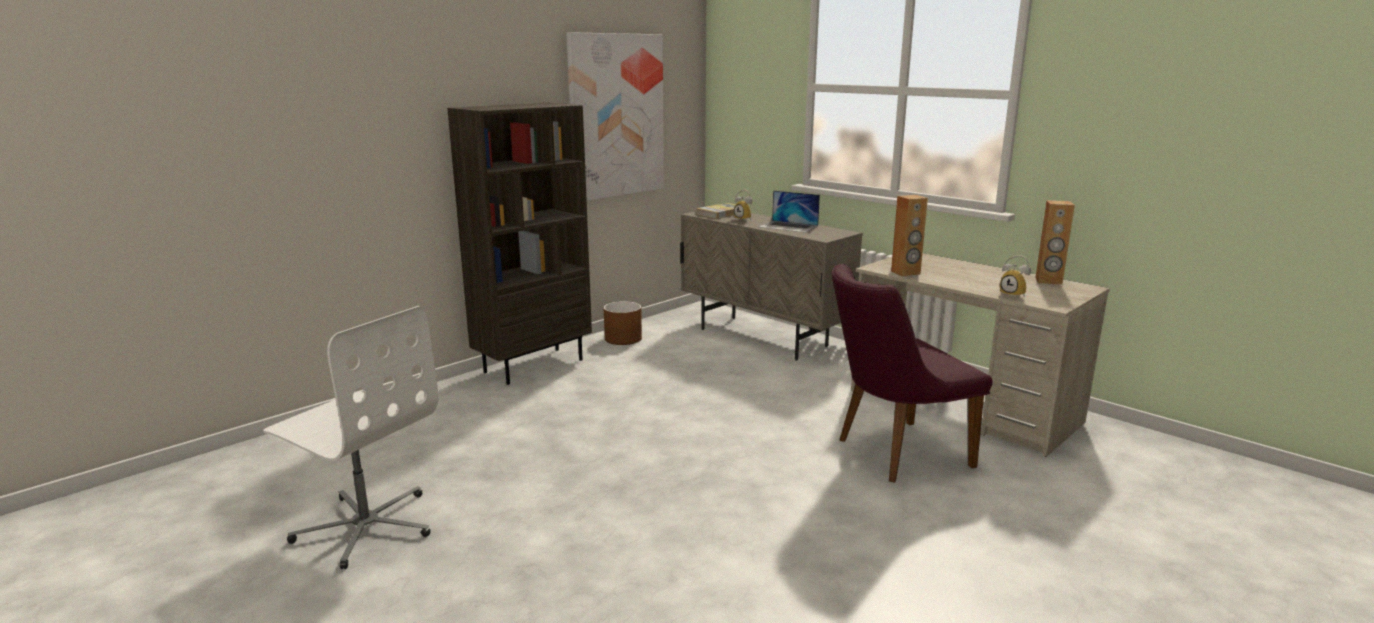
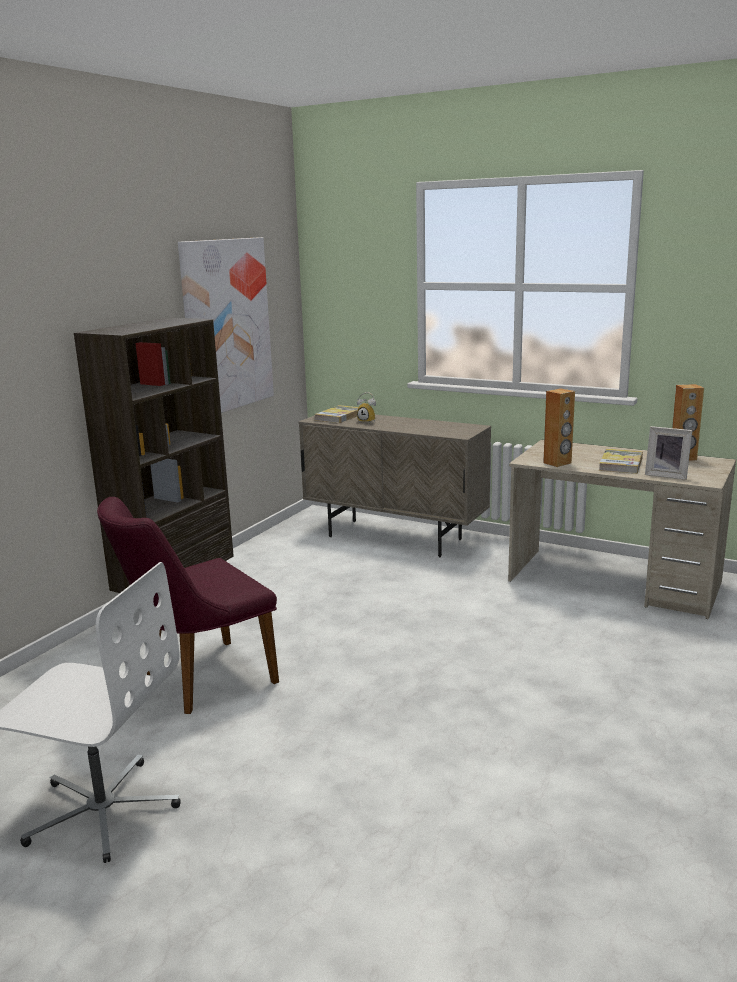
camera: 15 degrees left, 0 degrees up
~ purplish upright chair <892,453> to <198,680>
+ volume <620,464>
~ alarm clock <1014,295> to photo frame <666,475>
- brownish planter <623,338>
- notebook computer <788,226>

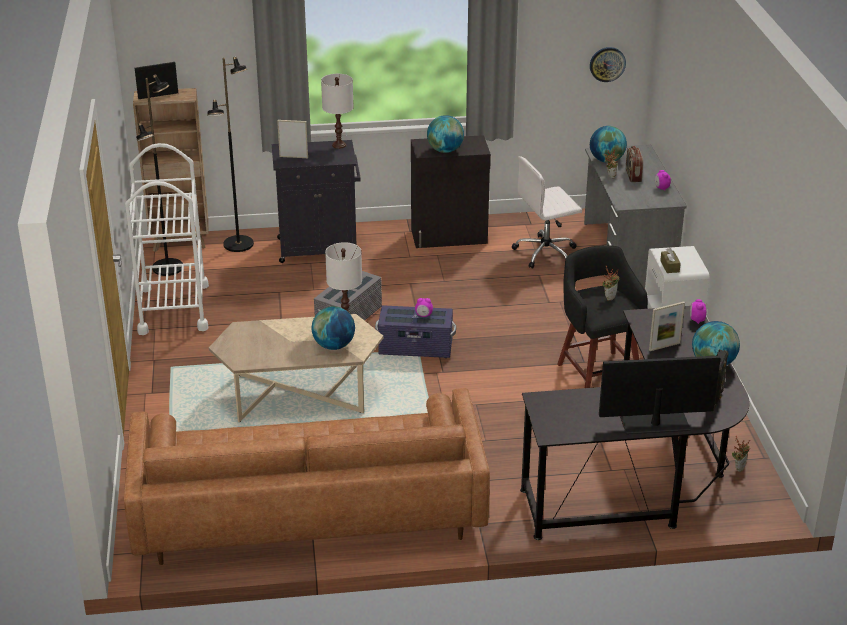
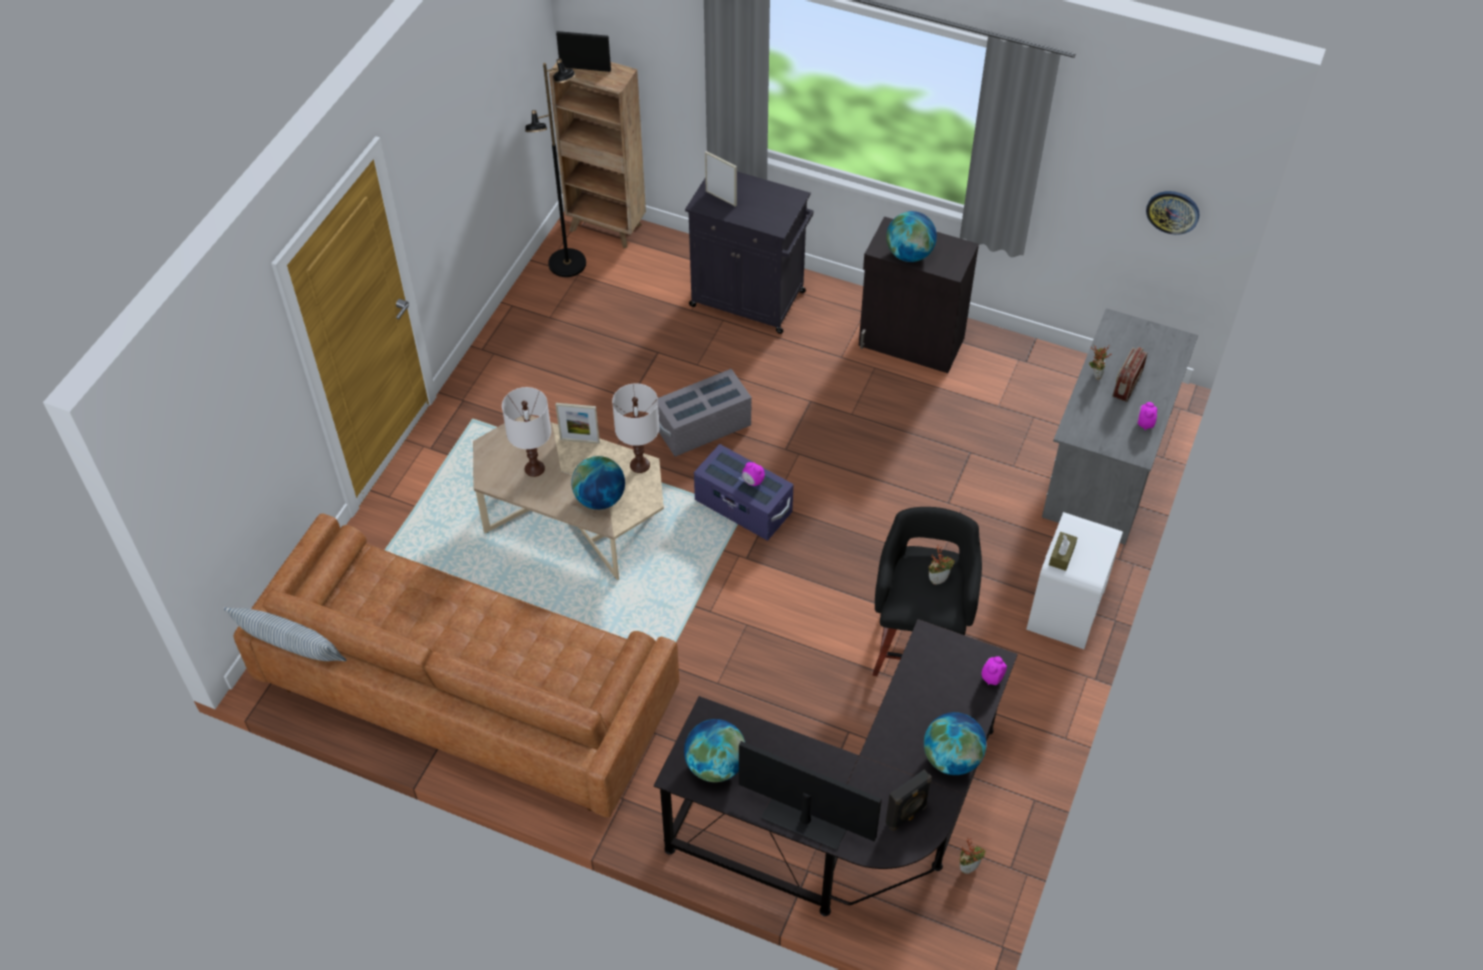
camera: 30 degrees right, 20 degrees up
+ throw pillow <291,648>
~ white-coloured lamp for a table <339,145> to <534,468>
~ photo frame <664,346> to <579,440>
~ globe <606,160> to <715,765>
- white-coloured trolley <173,309>
- black standing lamp <239,244>
- white-coloured computer chair <546,253>

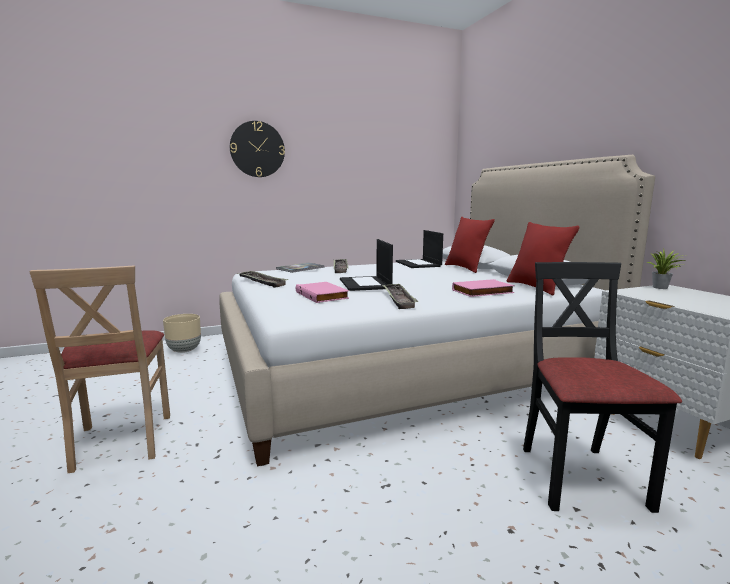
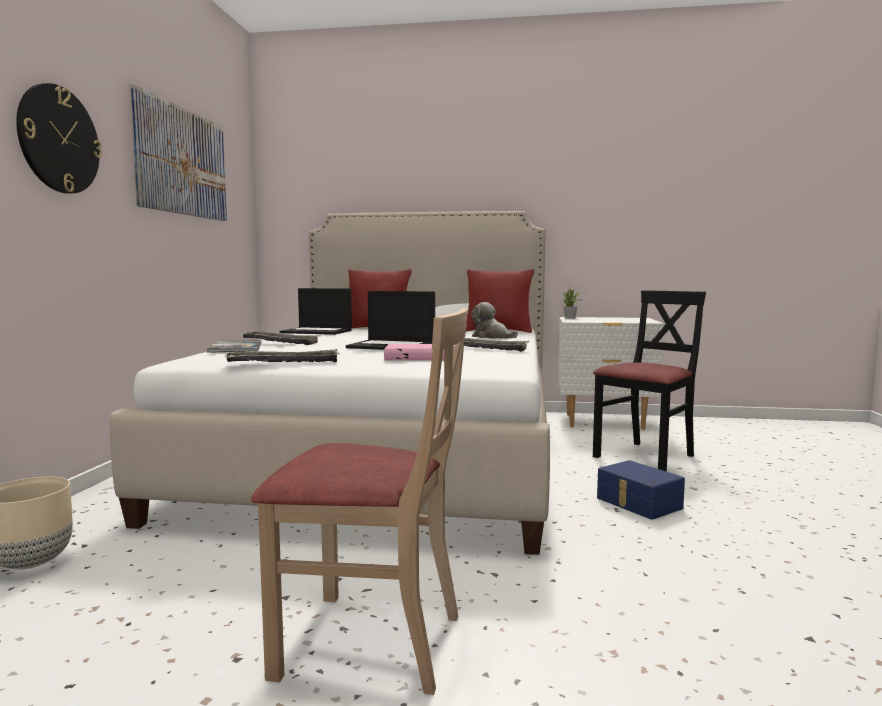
camera: 60 degrees left, 5 degrees down
+ wall picture <182,161>
~ pink volume <483,292> to plush toy <492,337>
~ black upright chair <580,477> = <645,457> 105 degrees clockwise
+ bluish storage bin <638,503>

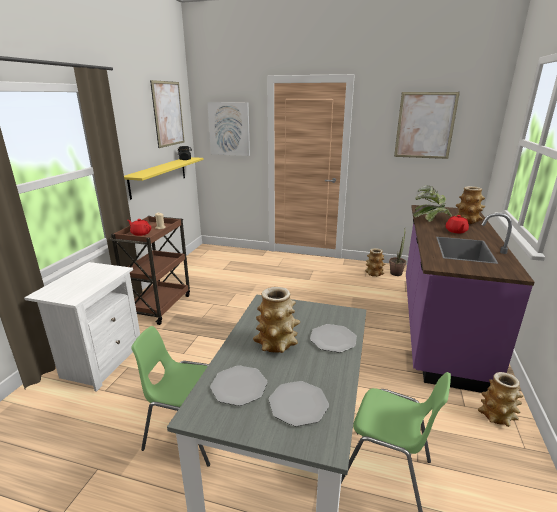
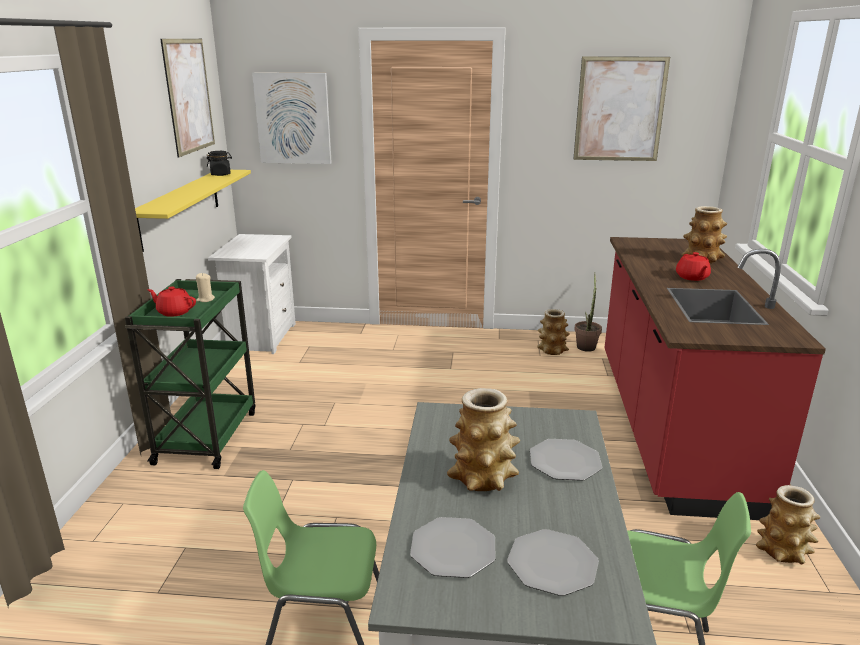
camera: 10 degrees left, 0 degrees up
~ brownish trolley <160,305> to green trolley <207,435>
~ white-coloured bedside table <101,362> to <261,337>
~ purplish kitchen counter <438,326> to reddish kitchen counter <670,426>
- houseplant <430,220>

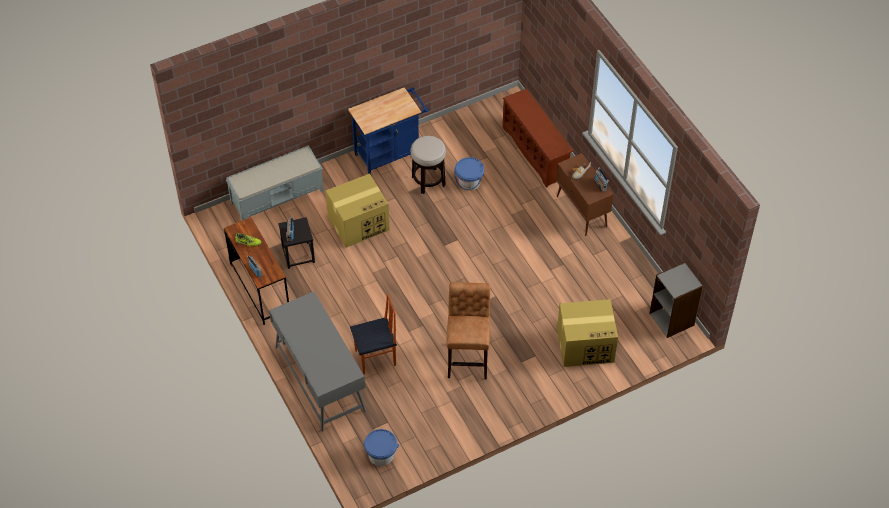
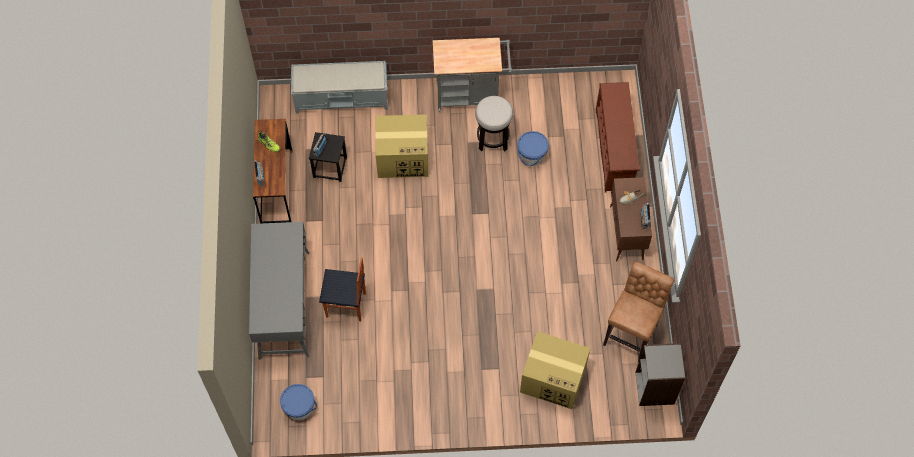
camera: 25 degrees right, 10 degrees up
~ bluish trolley <390,154> to greyish trolley <471,95>
~ brownish stool seat <468,358> to <632,333>

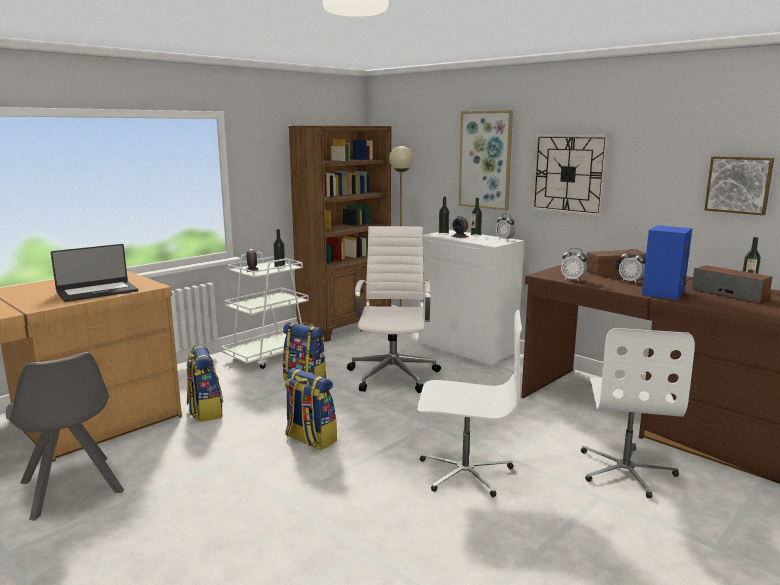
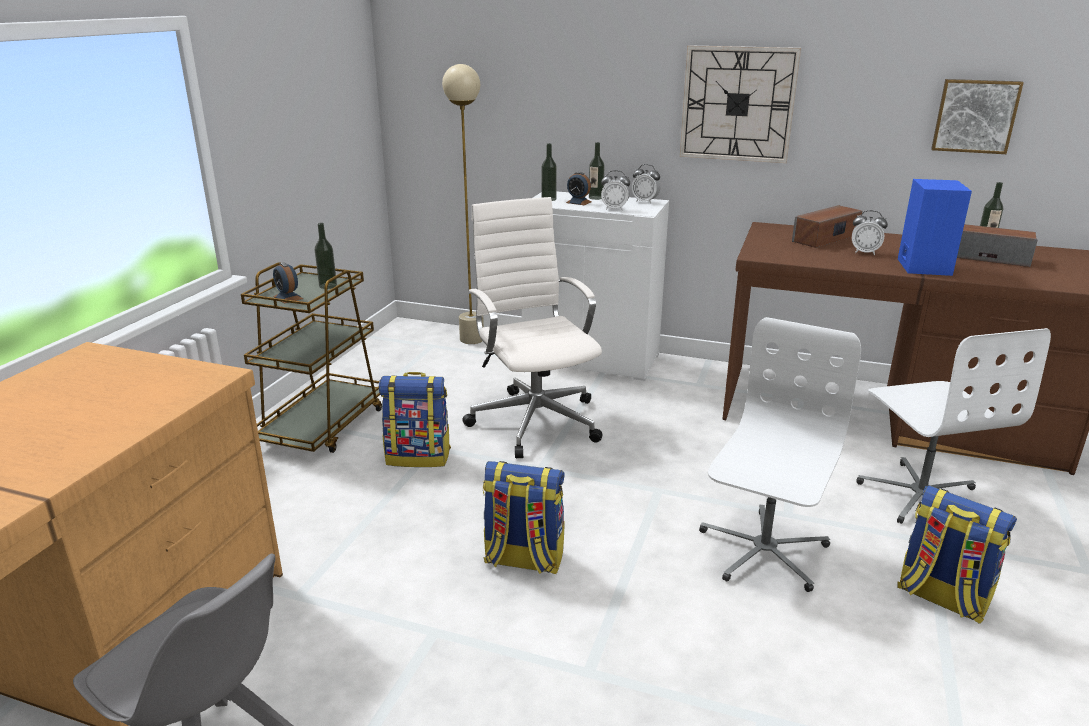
camera: 25 degrees left, 10 degrees up
~ white-coloured trolley <270,355> to brownish trolley <323,426>
~ alarm clock <573,279> to <614,209>
~ white-coloured computer chair <464,471> = <762,551> 45 degrees counterclockwise
~ backpack <205,411> to <941,597>
- notebook computer <97,292>
- brownish bookcase <346,327>
- wall picture <485,160>

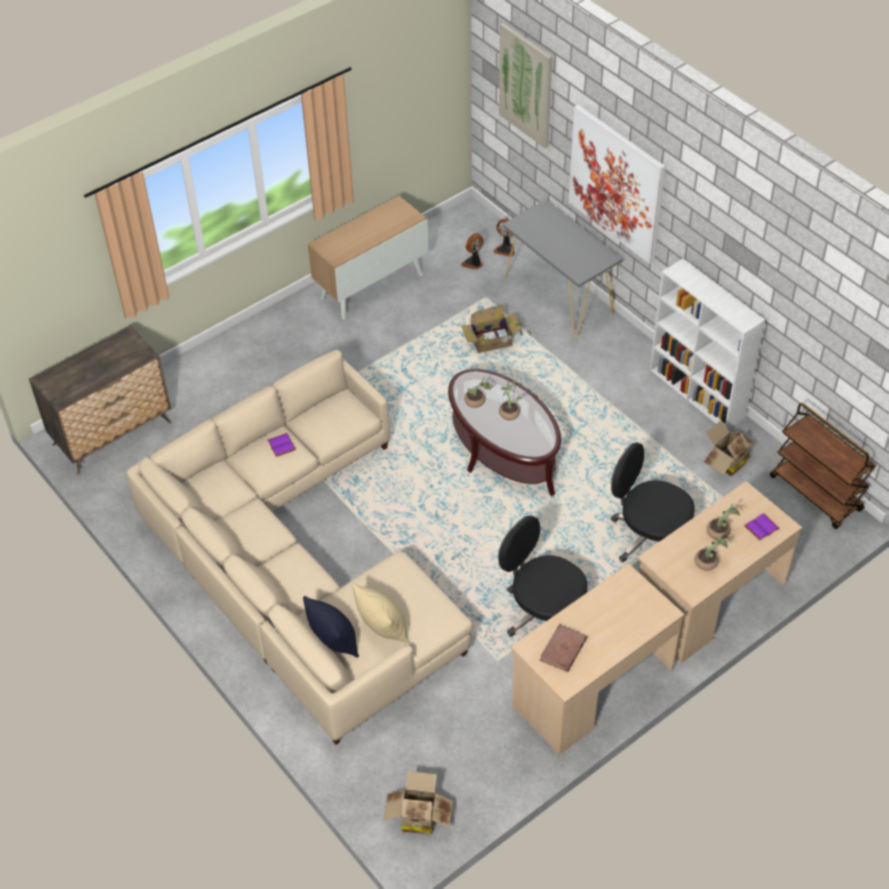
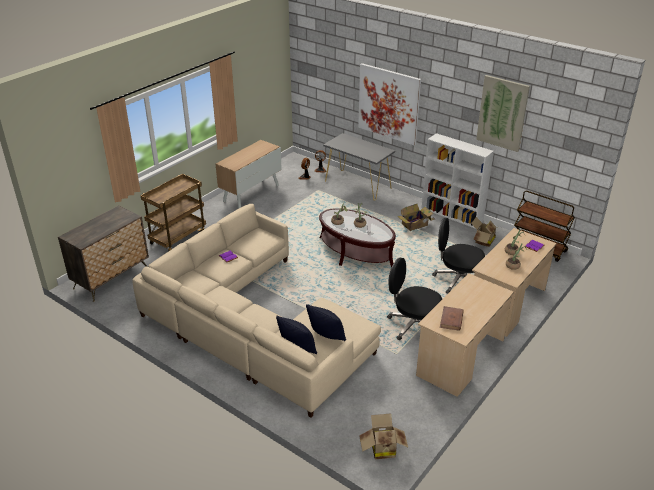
camera: 15 degrees left, 15 degrees down
+ brownish trolley <178,237>
~ beige-coloured throw pillow <382,628> to black throw pillow <326,336>
~ cardboard box <493,341> to <415,224>
~ wall picture <526,85> to <502,113>

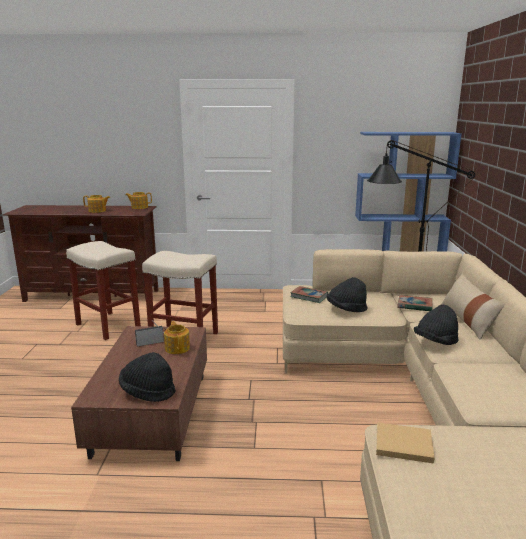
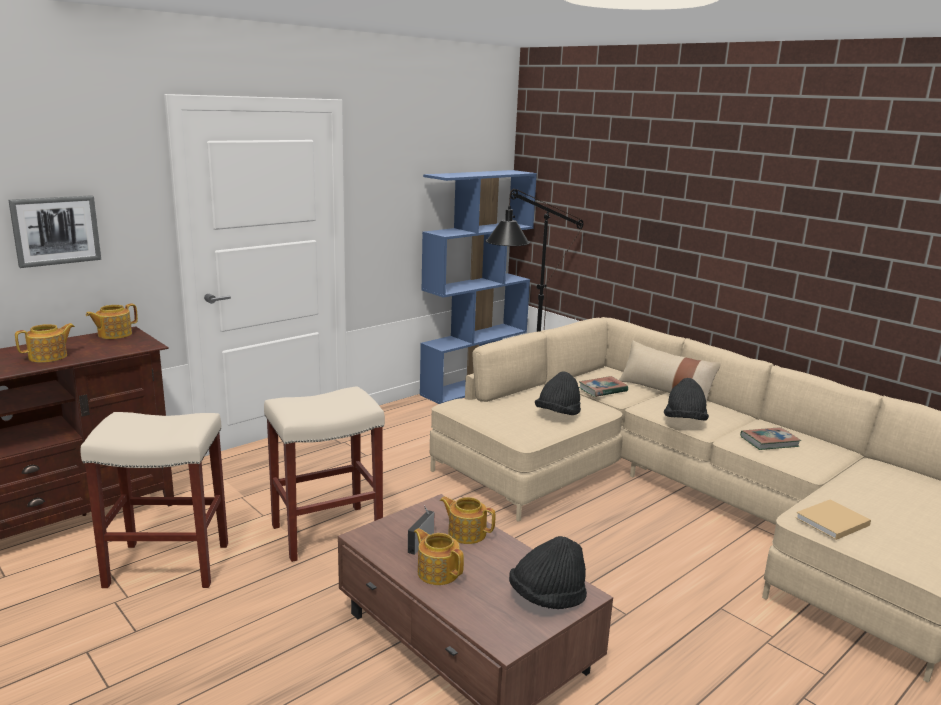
camera: 45 degrees left, 0 degrees up
+ wall picture <56,230>
+ tea pot <437,572>
~ volume <309,296> to <769,442>

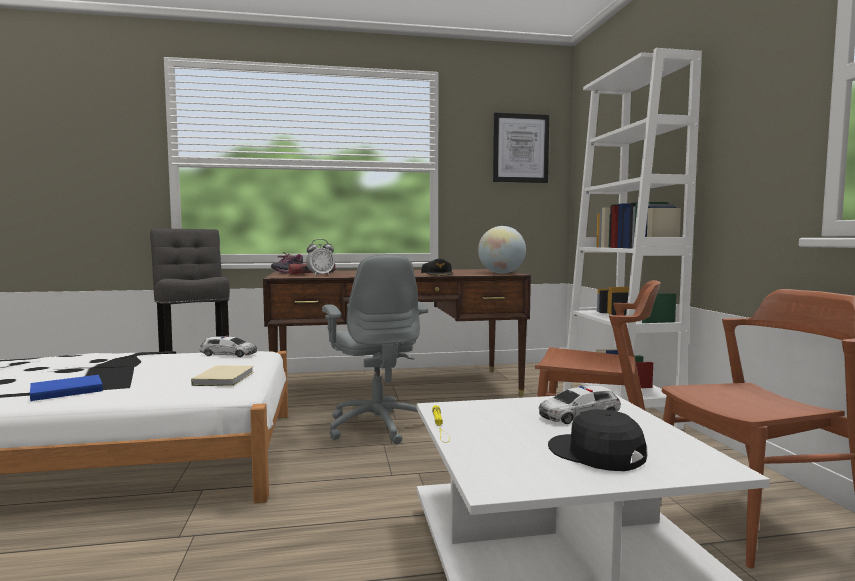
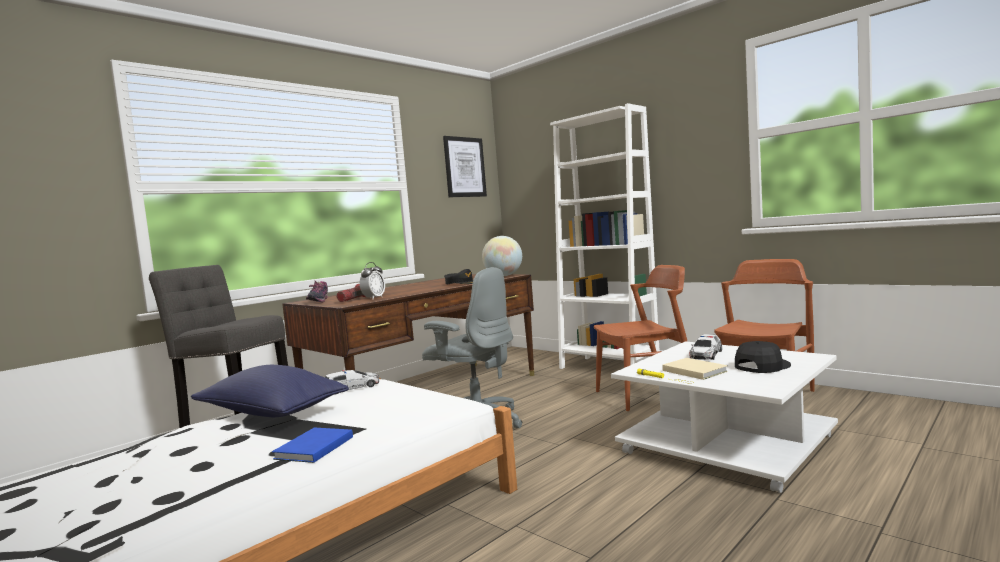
camera: 35 degrees left, 0 degrees up
+ bluish throw pillow <271,413>
~ beige-coloured volume <225,378> to <693,370>
~ black peaked cap <596,453> = <762,366> 135 degrees clockwise

